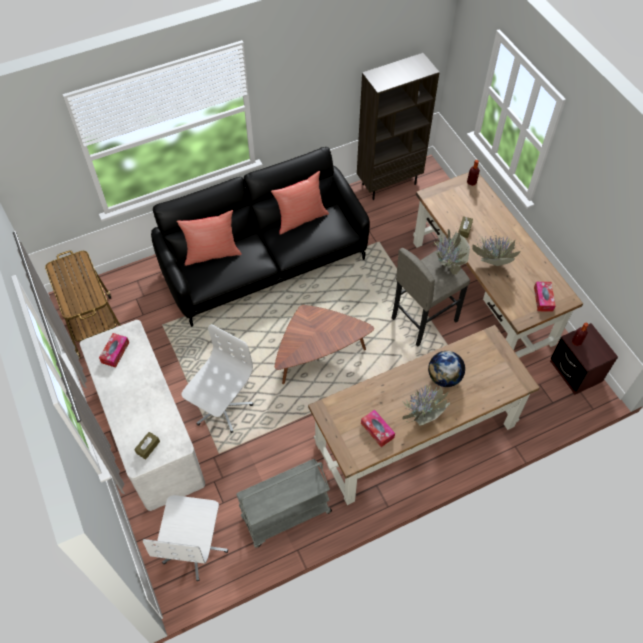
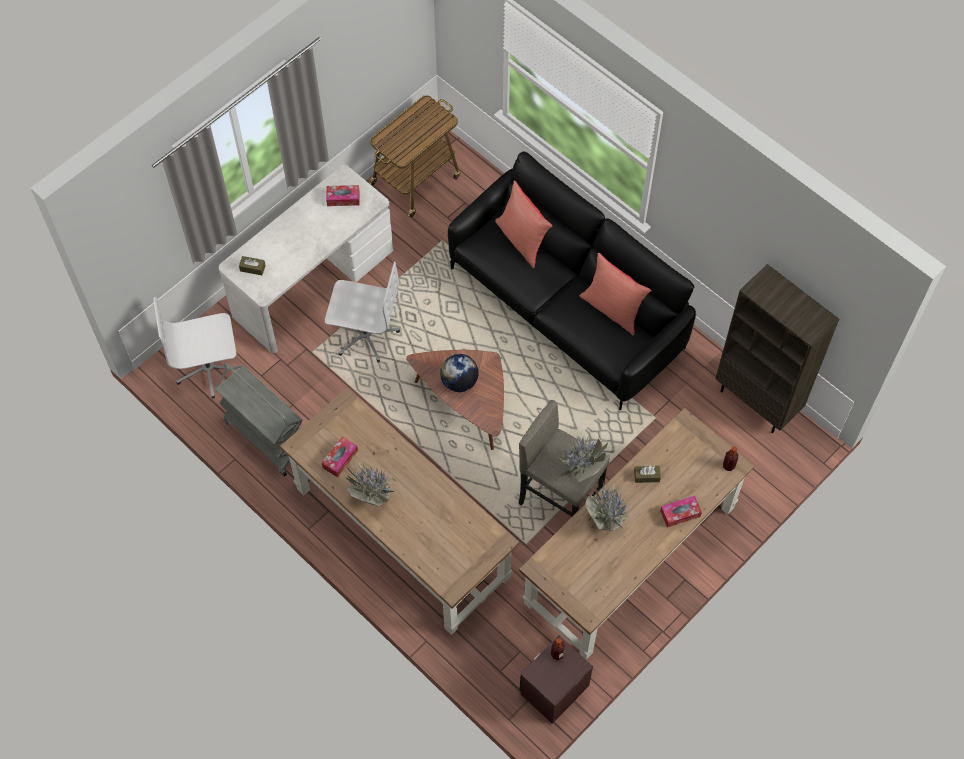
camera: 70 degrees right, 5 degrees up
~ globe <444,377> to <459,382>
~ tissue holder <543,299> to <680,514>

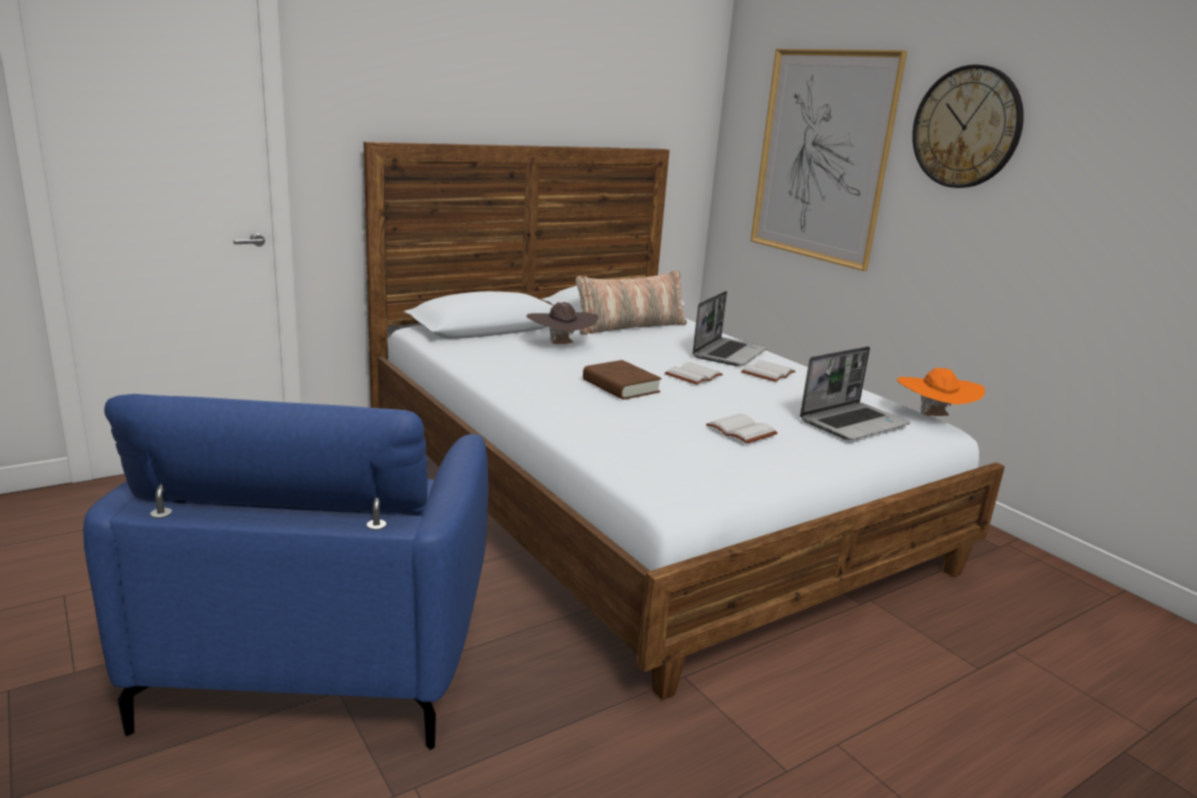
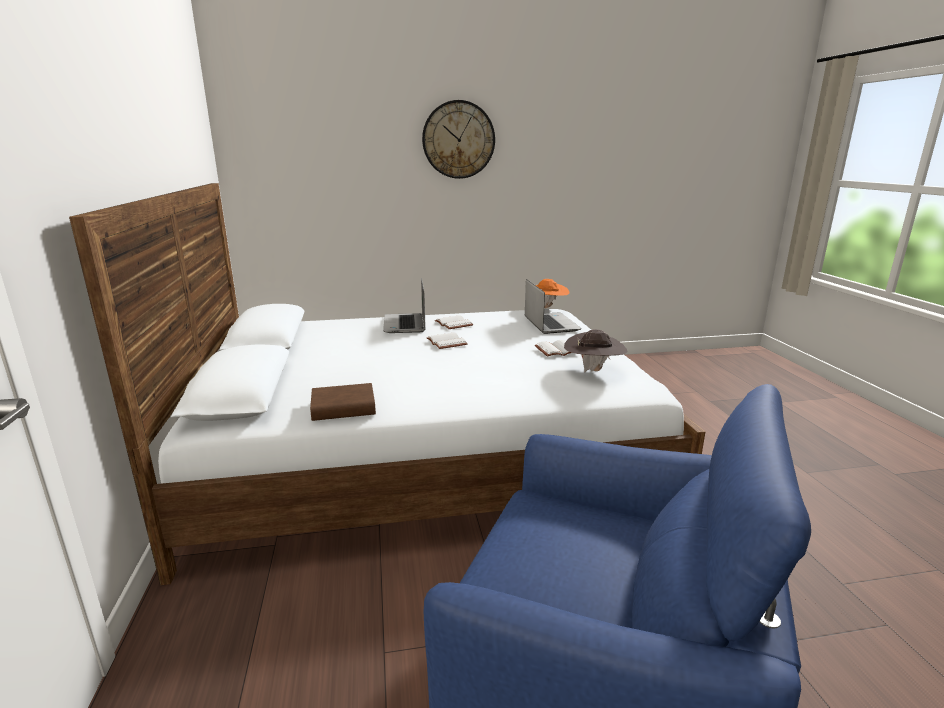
camera: 65 degrees left, 0 degrees up
~ brownish volume <620,386> to <343,408>
~ notebook computer <729,353> = <405,325> 150 degrees counterclockwise
~ brownish hat <561,346> to <593,370>
- throw pillow <630,327>
- wall picture <822,156>

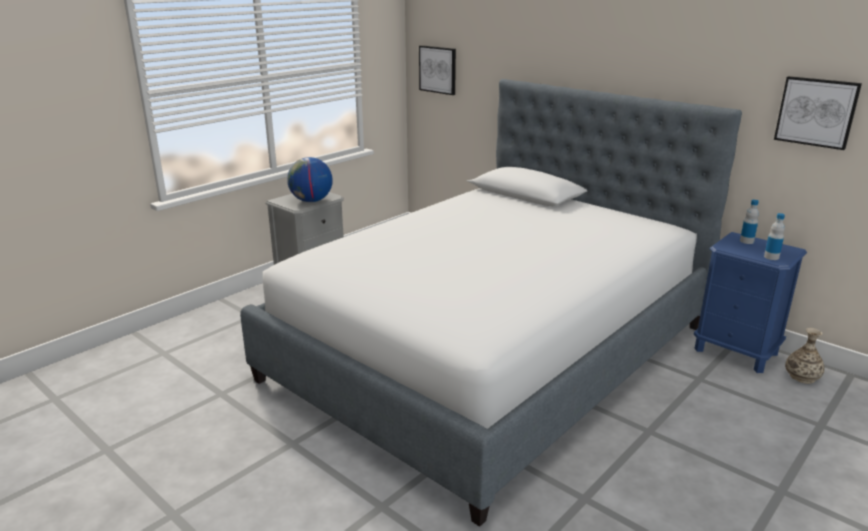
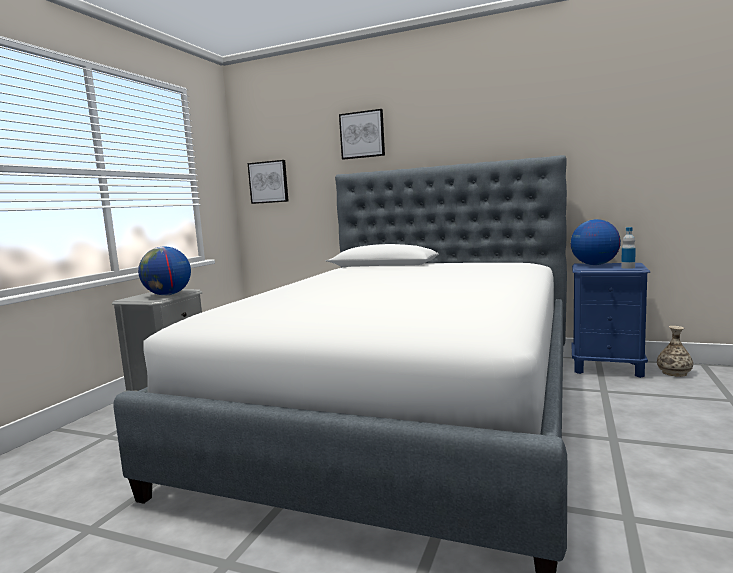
camera: 20 degrees left, 15 degrees down
~ wall picture <816,112> to <362,135>
~ drink bottle <746,241> to globe <594,265>

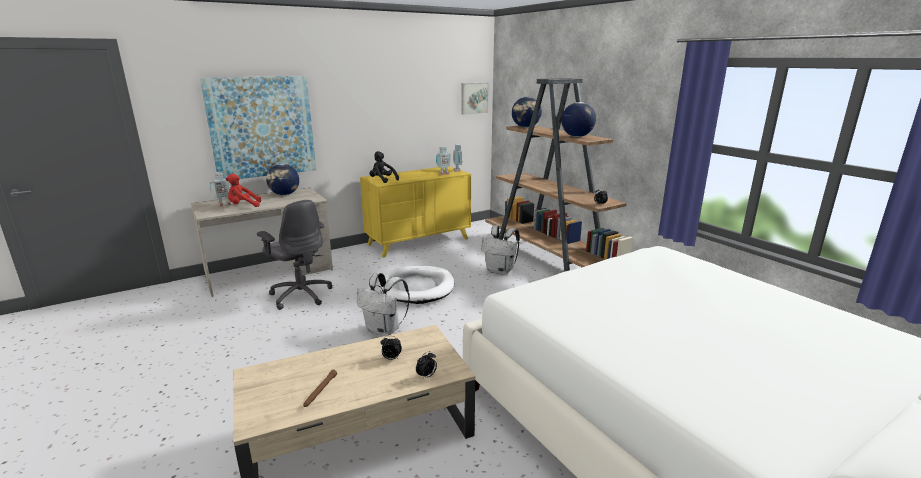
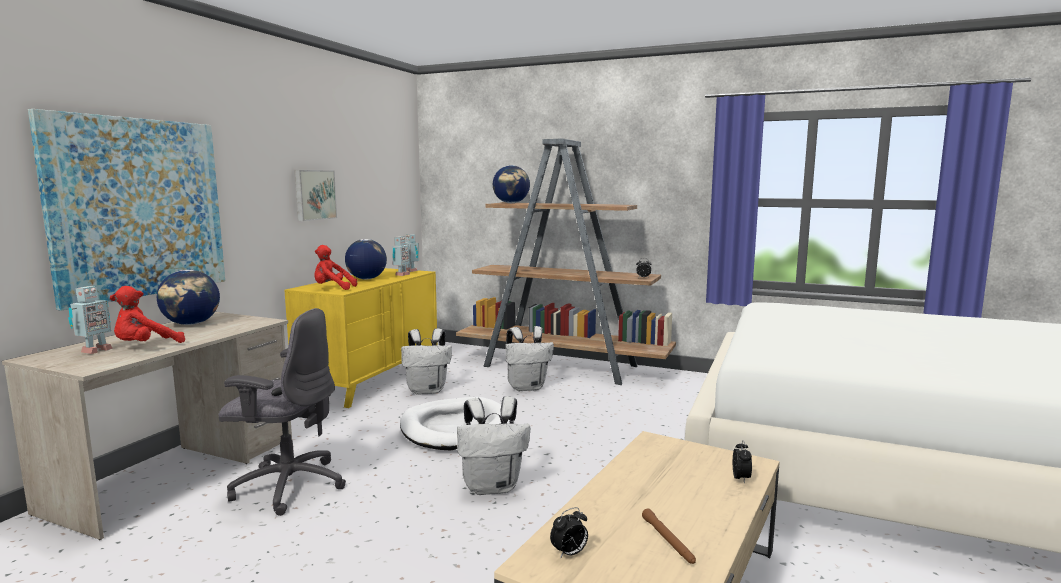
camera: 35 degrees left, 10 degrees down
~ wall picture <474,98> to <314,195>
~ black plush toy <382,180> to reddish plush toy <332,288>
~ globe <576,136> to <366,279>
+ white-coloured backpack <427,390>
~ alarm clock <391,358> to <569,553>

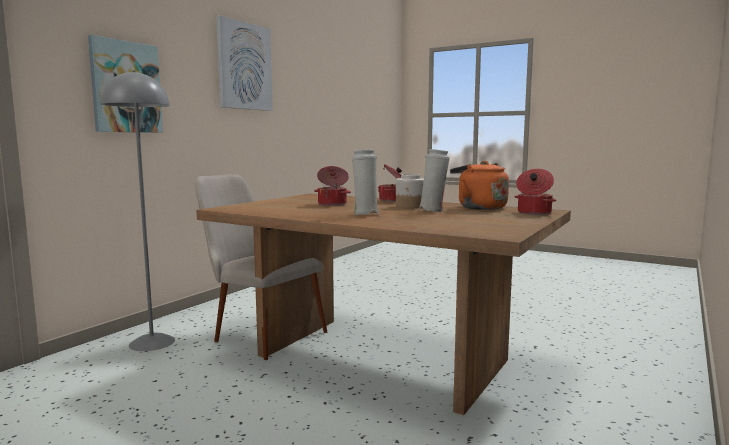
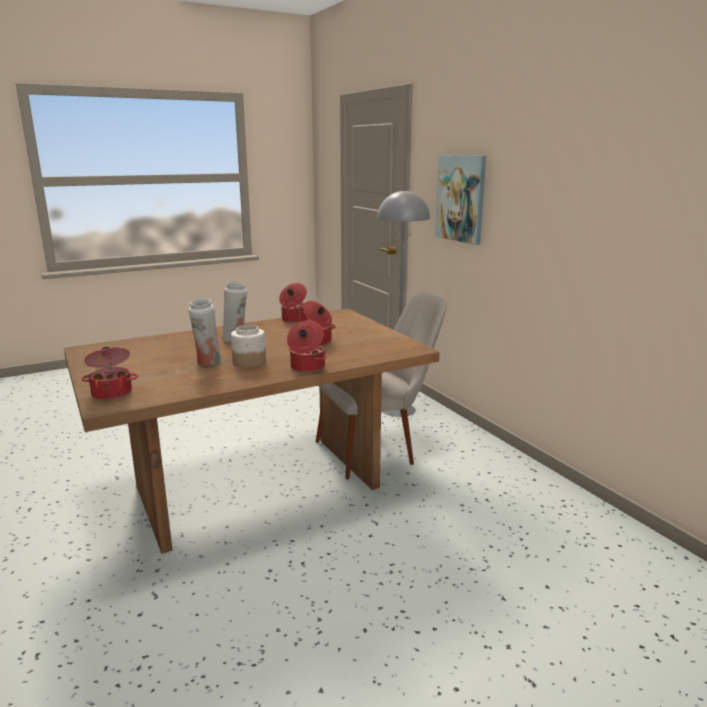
camera: 120 degrees right, 10 degrees up
+ saucepot <294,320>
- wall picture <244,66>
- orangey tea kettle <479,207>

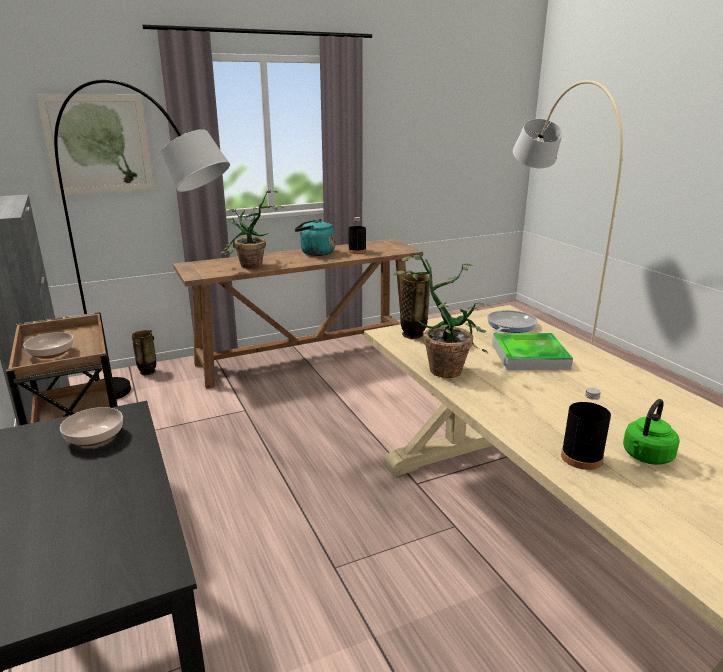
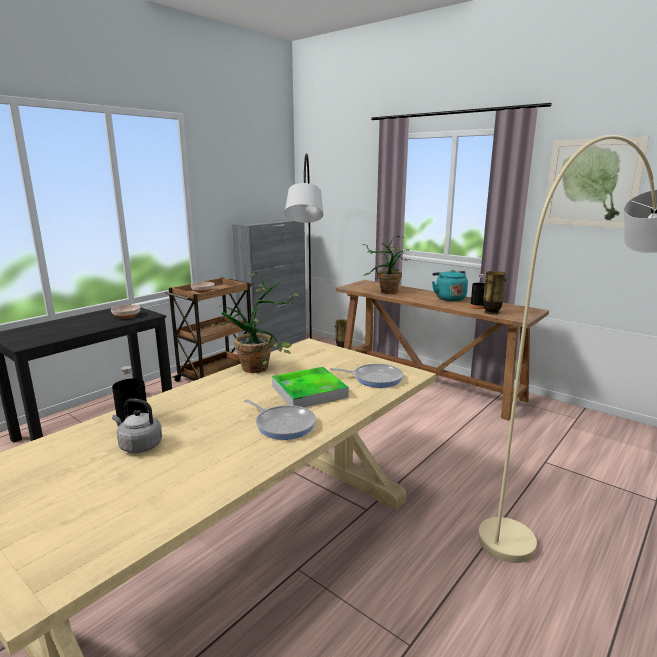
camera: 65 degrees right, 5 degrees down
~ green tea kettle <646,457> to greyish tea kettle <139,446>
+ pan <283,424>
~ decorative vase <413,335> to <491,312>
~ wall picture <98,144> to <592,183>

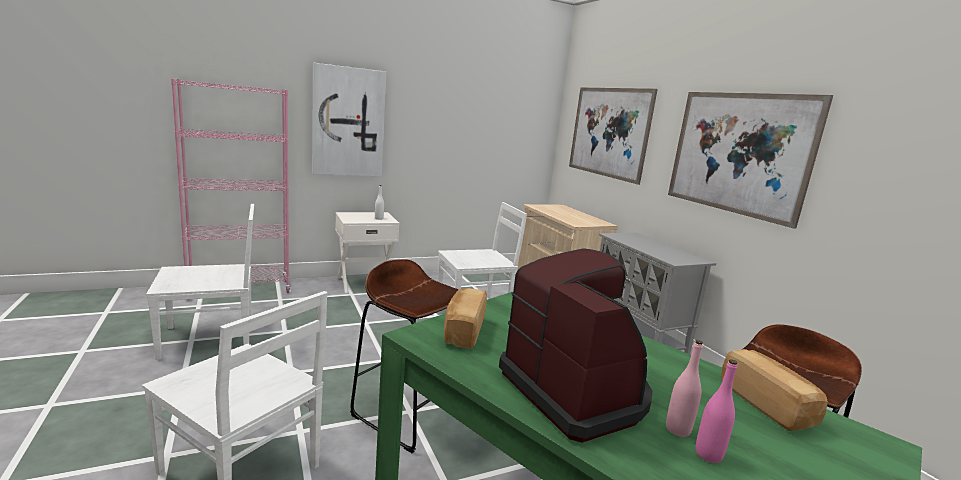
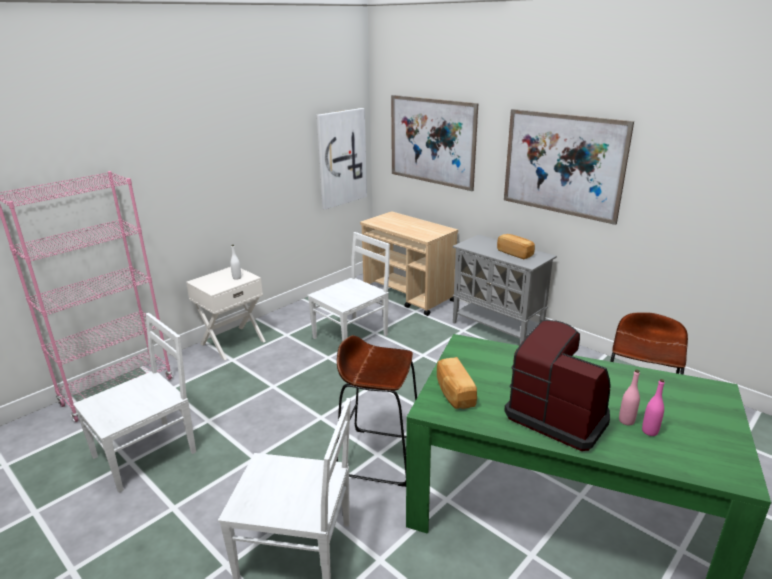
camera: 20 degrees left, 10 degrees up
~ wall picture <348,122> to <341,158>
~ bread <766,404> to <515,253>

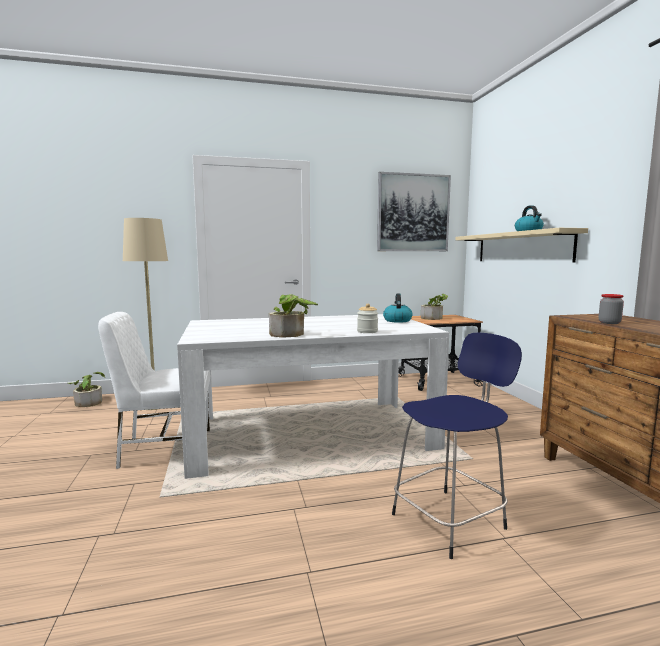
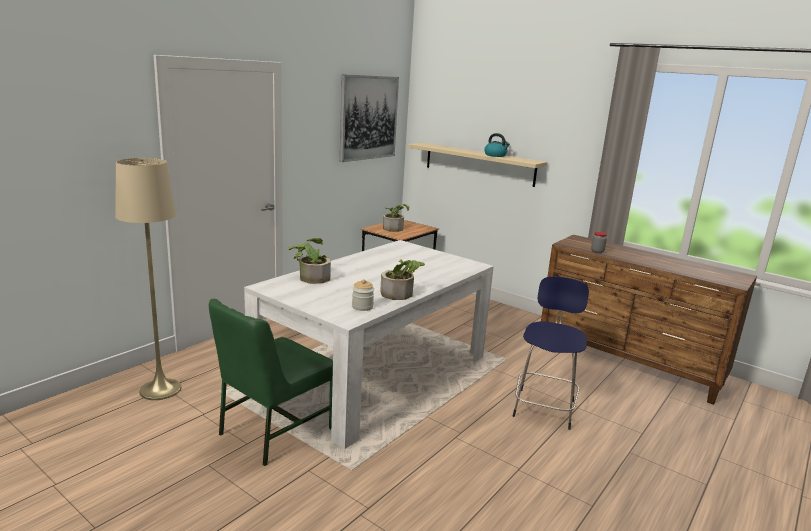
camera: 40 degrees left, 10 degrees up
~ white-coloured upright chair <165,448> to green upright chair <273,431>
~ houseplant <89,402> to <311,277>
~ jar <367,331> to <362,307>
- tea kettle <397,320>

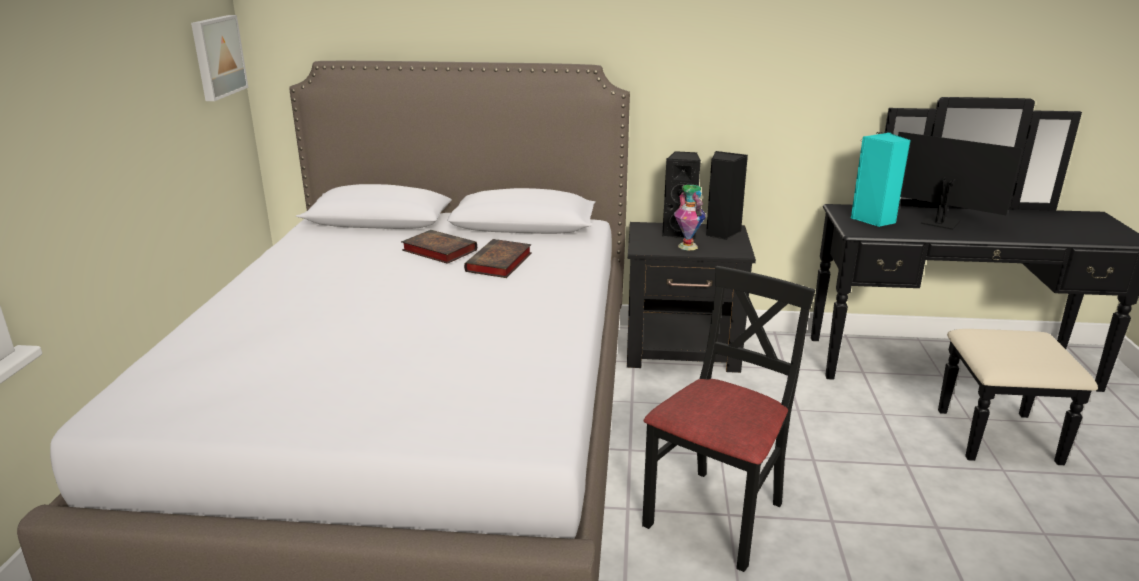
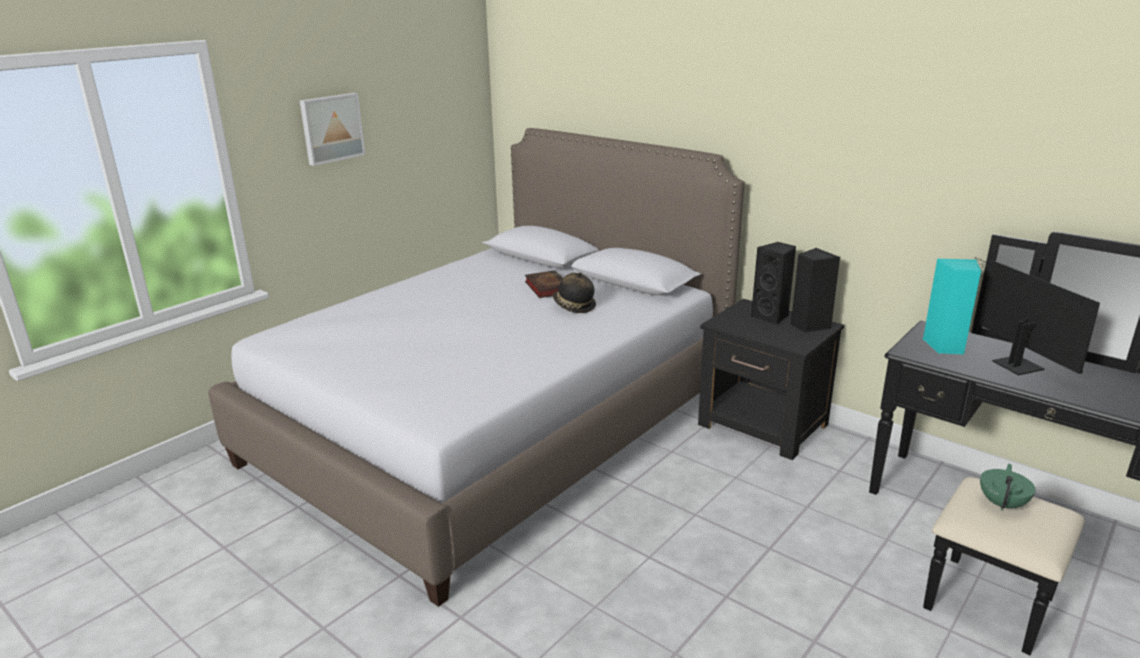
camera: 35 degrees right, 0 degrees up
~ wall picture <217,57> to <331,128>
~ volume <499,263> to hat <573,306>
+ green tea pot <1002,504>
- black upright chair <717,516>
- decorative vase <688,246>

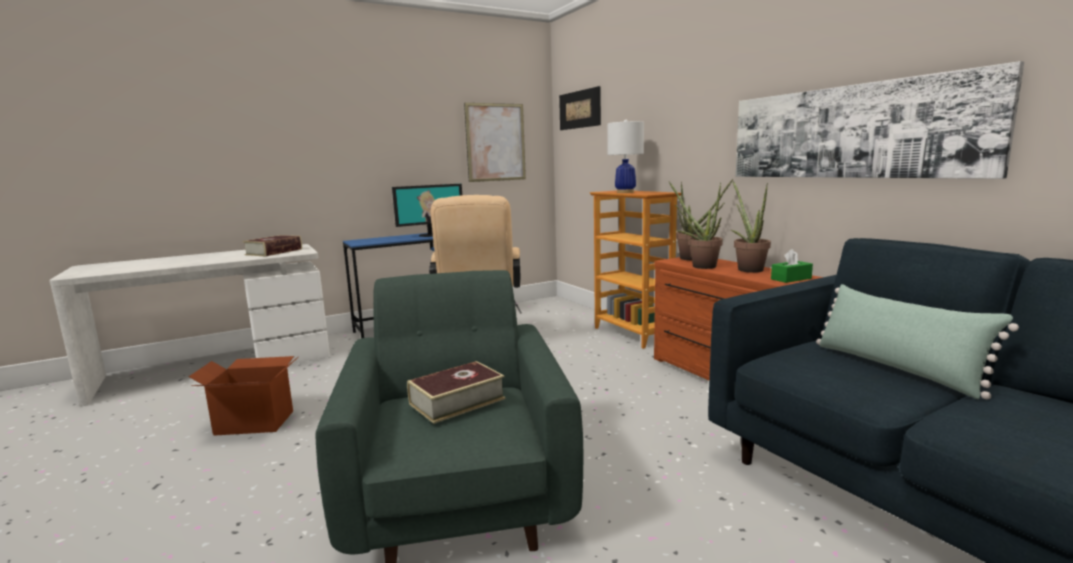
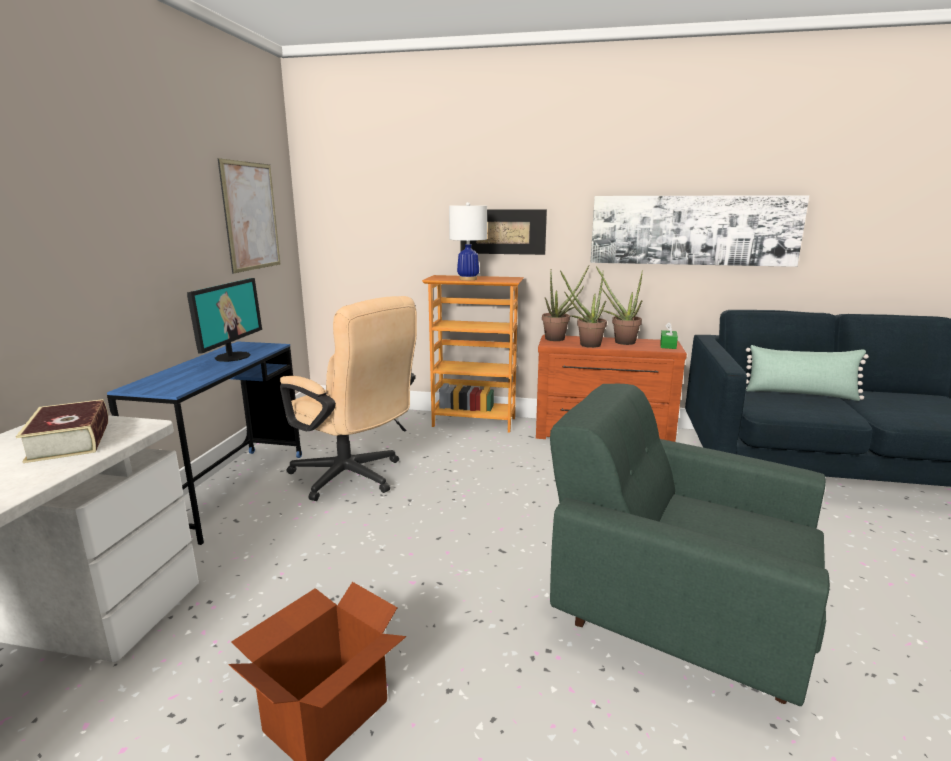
camera: 50 degrees left, 5 degrees up
~ wall picture <579,109> to <502,231>
- volume <457,401>

